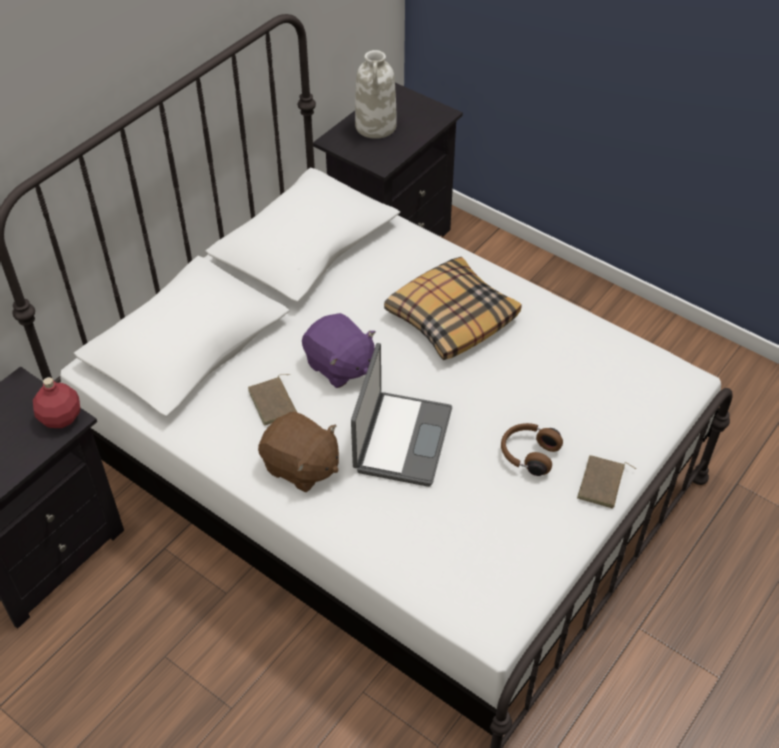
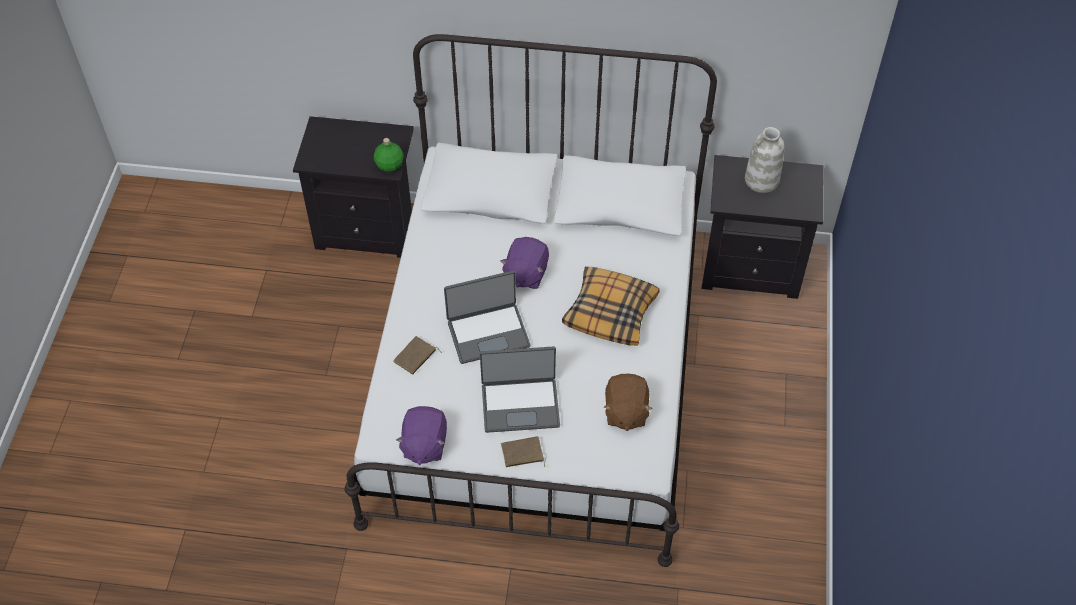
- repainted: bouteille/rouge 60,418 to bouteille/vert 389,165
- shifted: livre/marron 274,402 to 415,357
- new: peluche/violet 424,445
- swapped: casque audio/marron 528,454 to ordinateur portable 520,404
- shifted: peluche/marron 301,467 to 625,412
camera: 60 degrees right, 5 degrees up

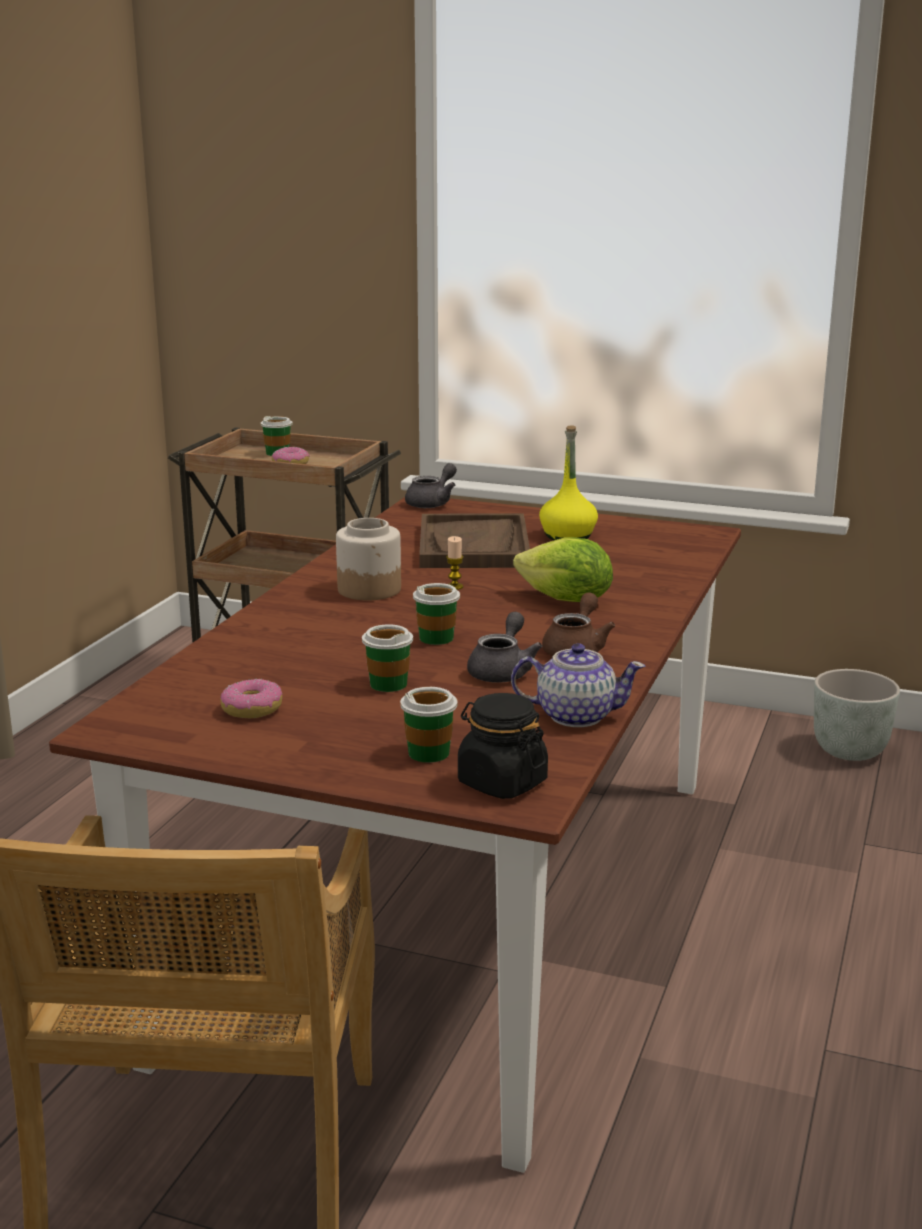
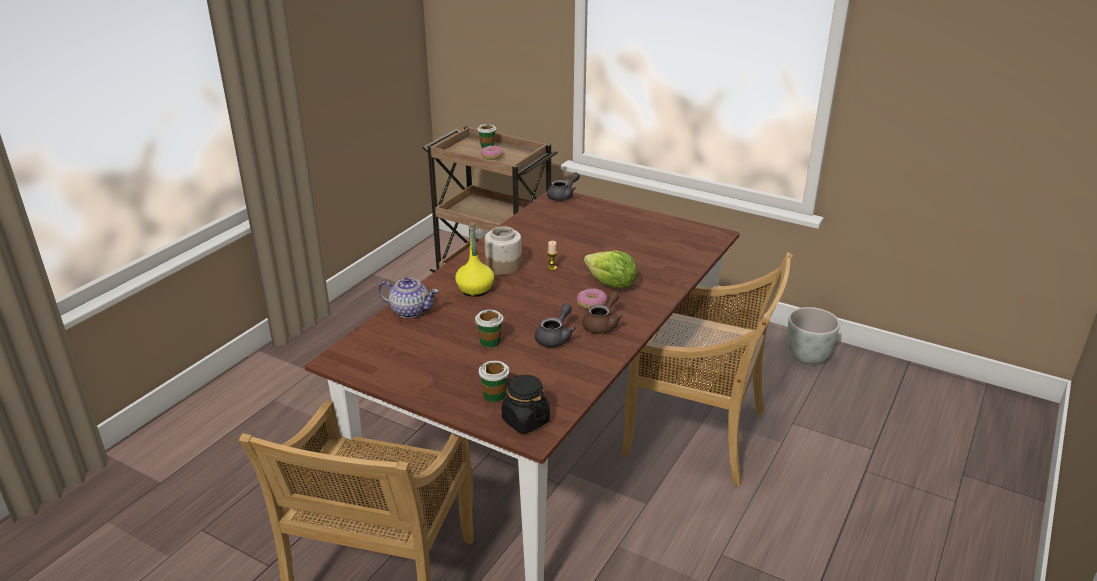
- shifted: théière 575,715 to 409,311
- shifted: bouteille/jaune 568,536 to 475,289
- shifted: beignet 252,709 to 591,304
- new: chaise/beige 698,434
- gone: tasse 436,638
- gone: plateau/marron 474,546
camera: 10 degrees right, 10 degrees up

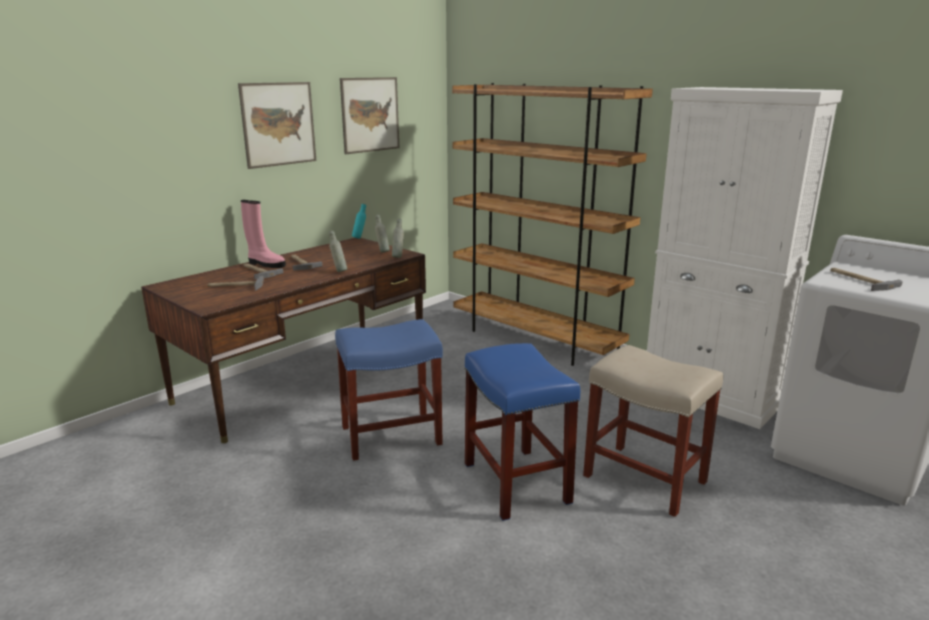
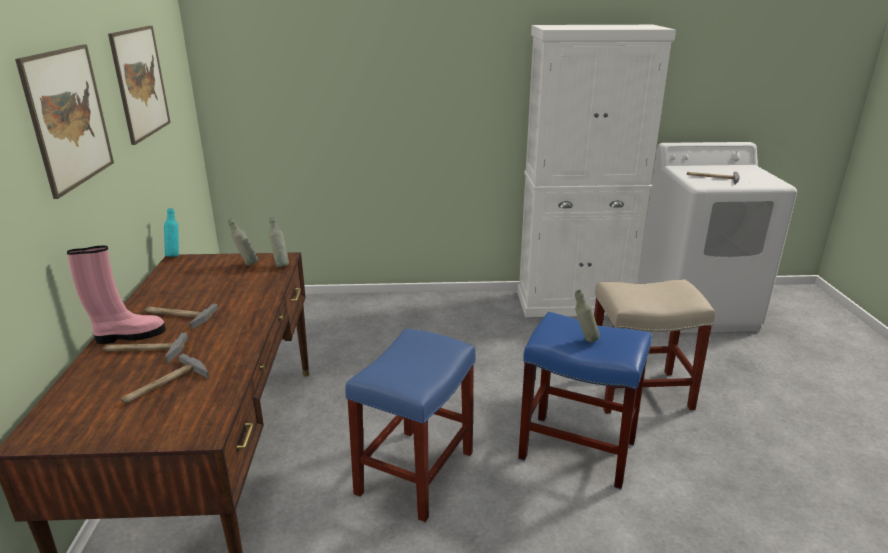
- shifted: bouteille/gris 338,271 to 584,340
- gone: bibliothèque/marron 535,340
camera: 45 degrees left, 5 degrees up

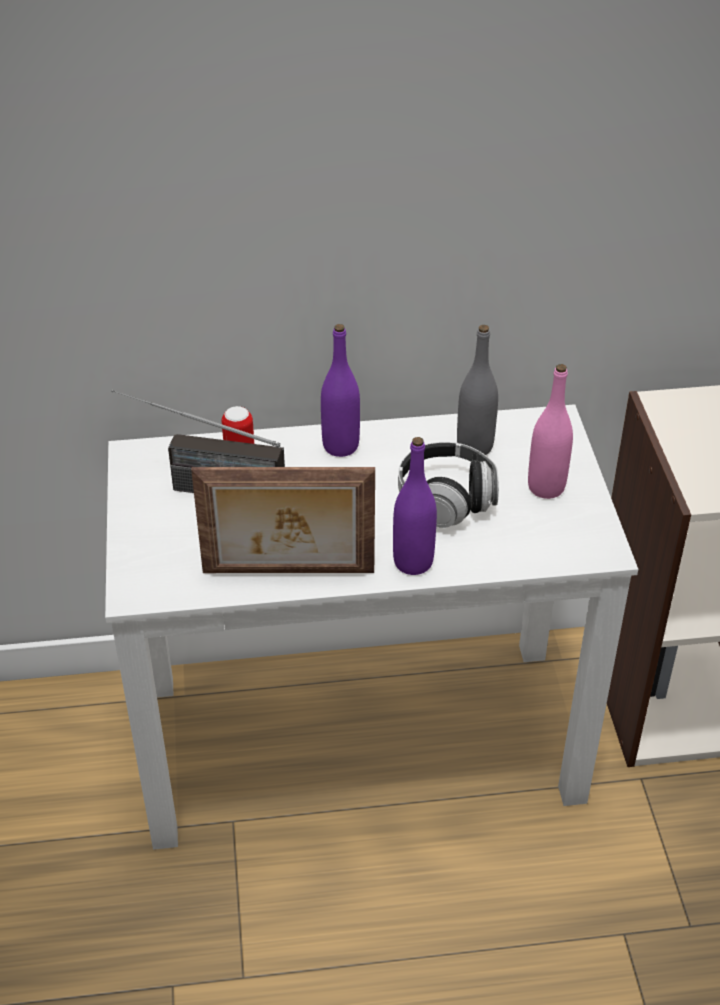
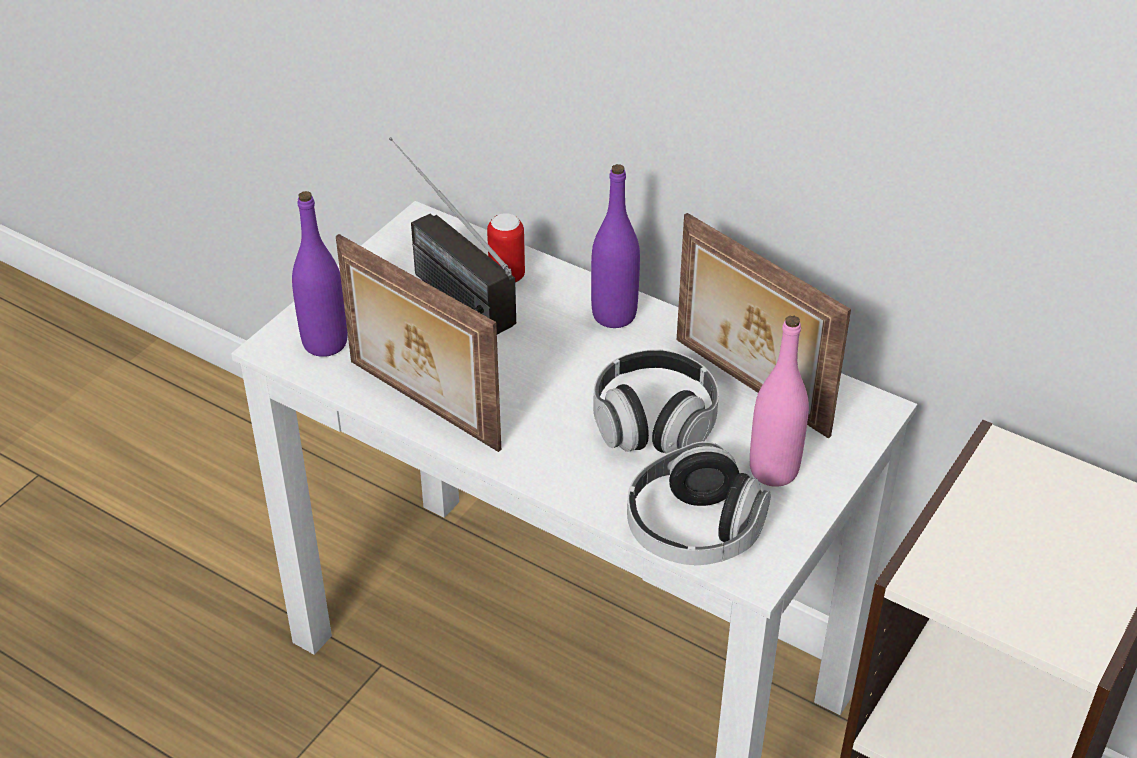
- shifted: bouteille/violet 413,562 to 325,343
- new: casque audio 693,530
- swapped: bouteille/gris 474,447 to cadre photo 748,388
camera: 40 degrees right, 0 degrees up

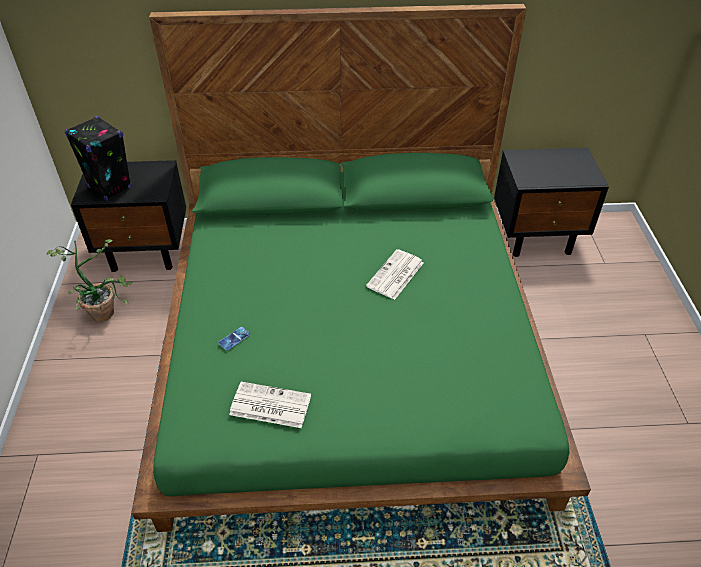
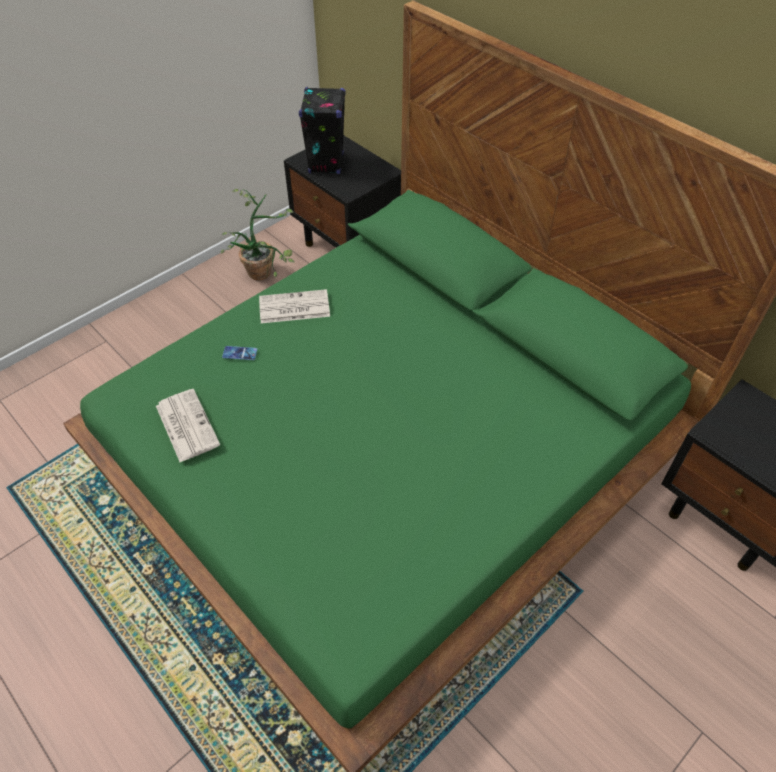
- shifted: journal 395,275 to 293,307
camera: 50 degrees right, 5 degrees up

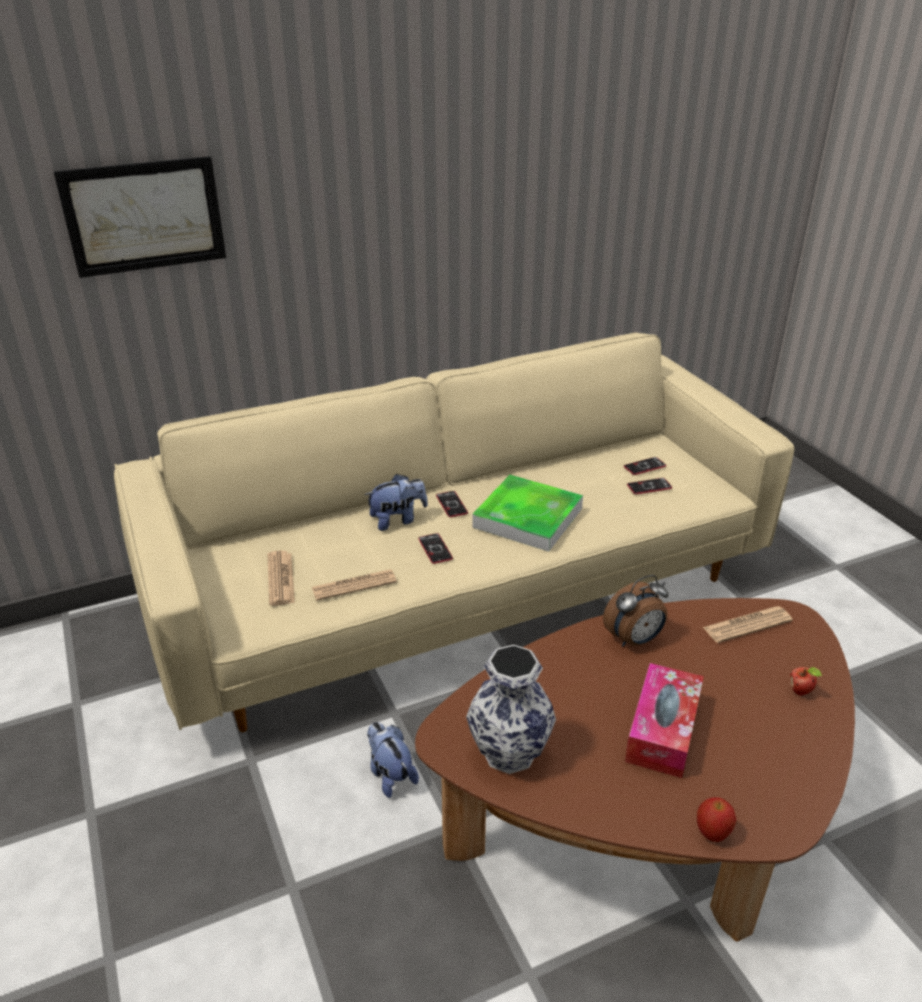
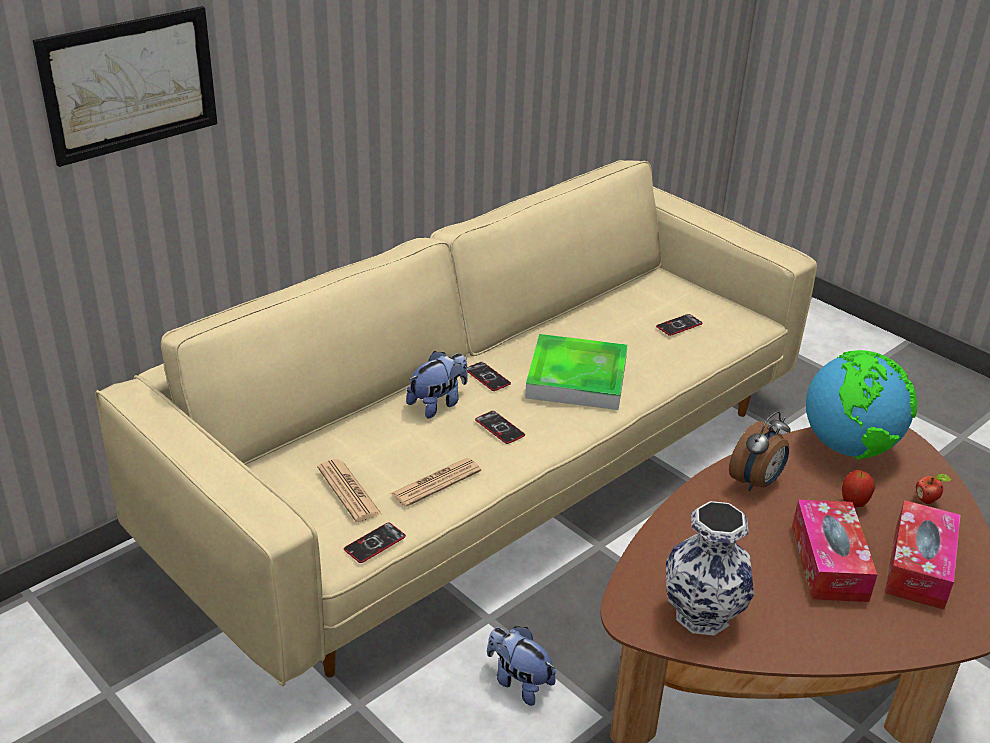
- shifted: téléphone 644,467 to 374,543
- swapped: journal 747,625 to globe 849,448
- shifted: pomme 712,834 to 853,504
- new: boîte à mouchoirs 919,566
camera: 20 degrees left, 0 degrees up

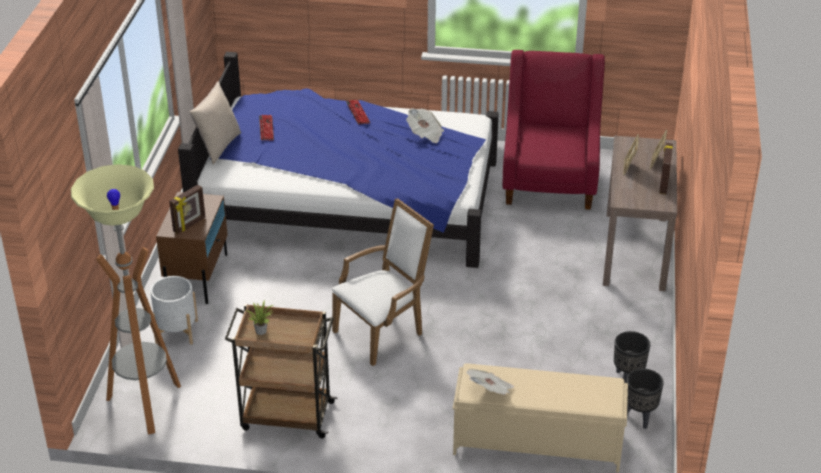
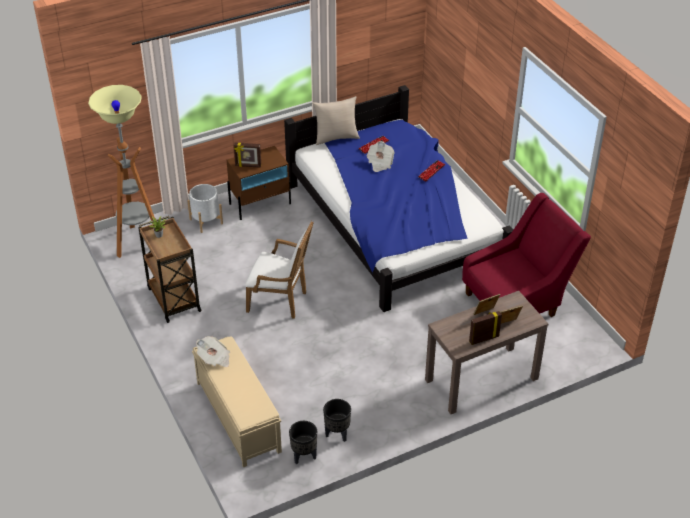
- shifted: journal 425,134 to 380,163
camera: 55 degrees right, 5 degrees up

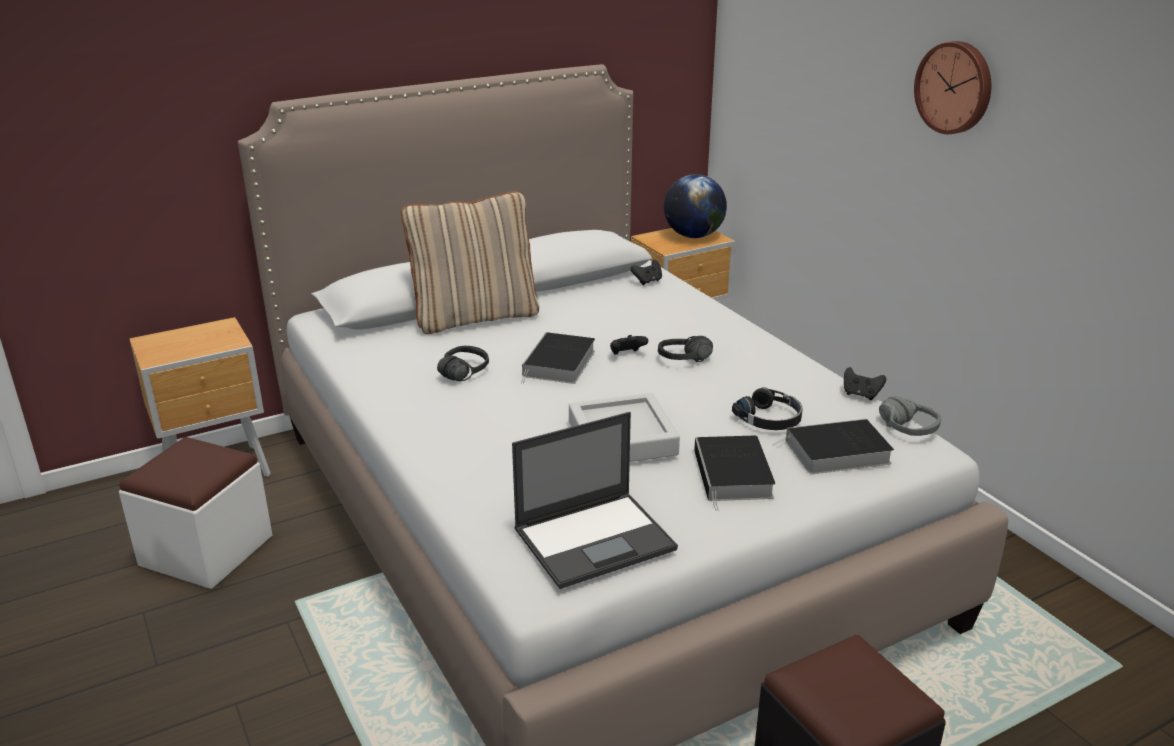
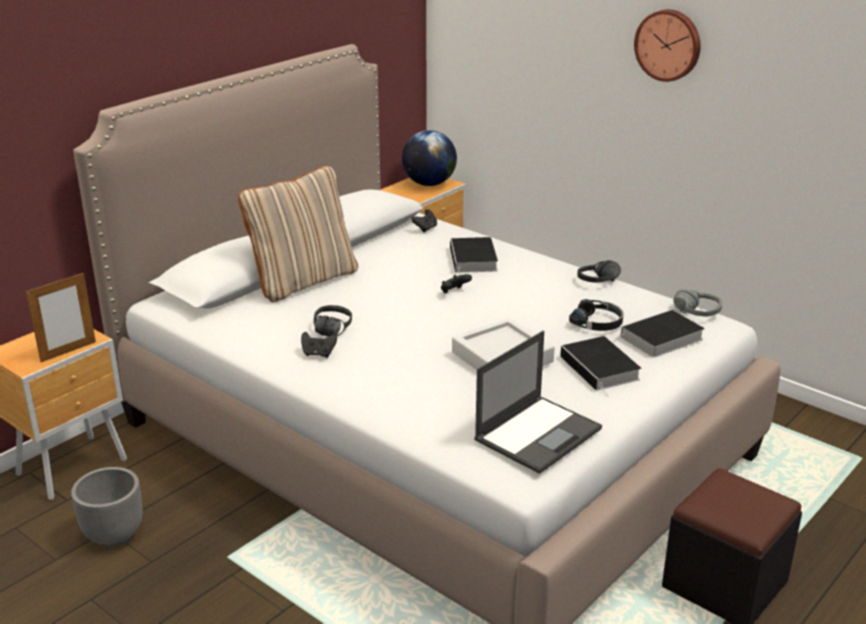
- new: cadre photo 68,352
- swapped: pouf/blanc 206,550 to cache-pot/gris 113,535
- shifted: manette/noir 861,395 to 318,354
- shifted: livre 559,364 to 474,260
- shifted: casque audio/noir 687,363 to 603,284
camera: 20 degrees left, 0 degrees up

